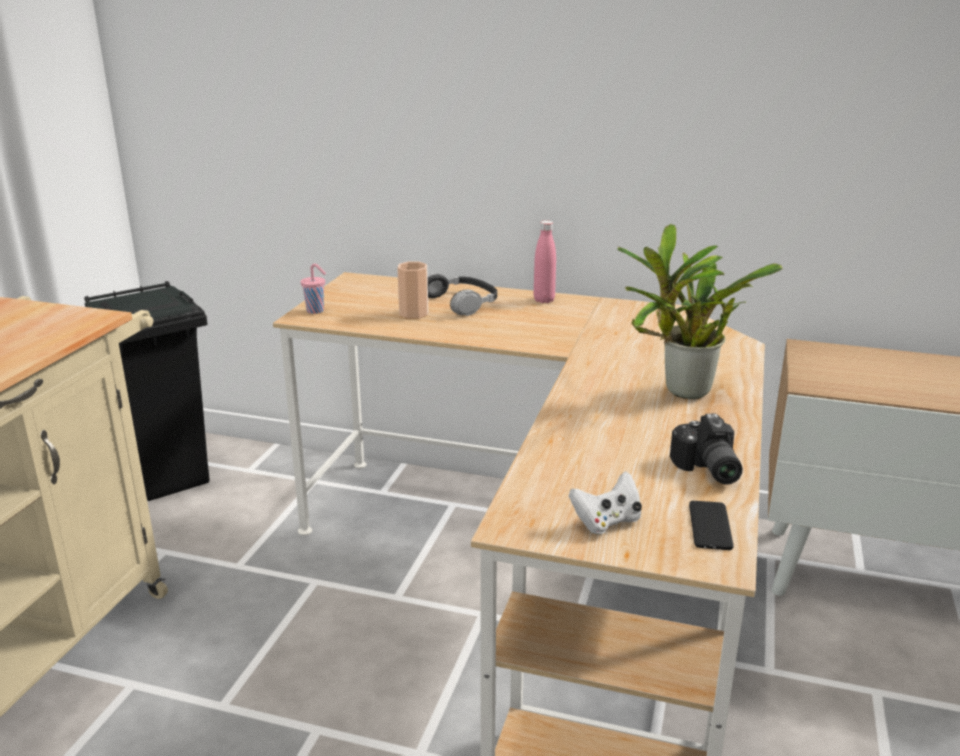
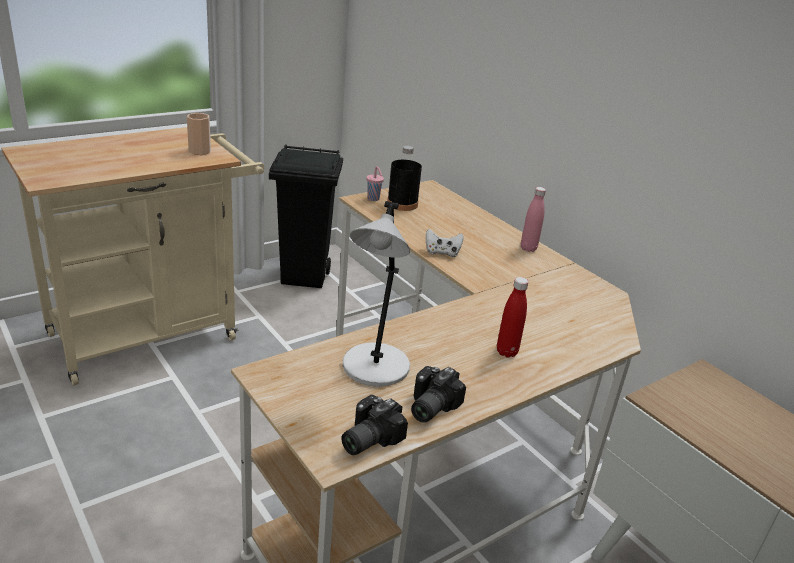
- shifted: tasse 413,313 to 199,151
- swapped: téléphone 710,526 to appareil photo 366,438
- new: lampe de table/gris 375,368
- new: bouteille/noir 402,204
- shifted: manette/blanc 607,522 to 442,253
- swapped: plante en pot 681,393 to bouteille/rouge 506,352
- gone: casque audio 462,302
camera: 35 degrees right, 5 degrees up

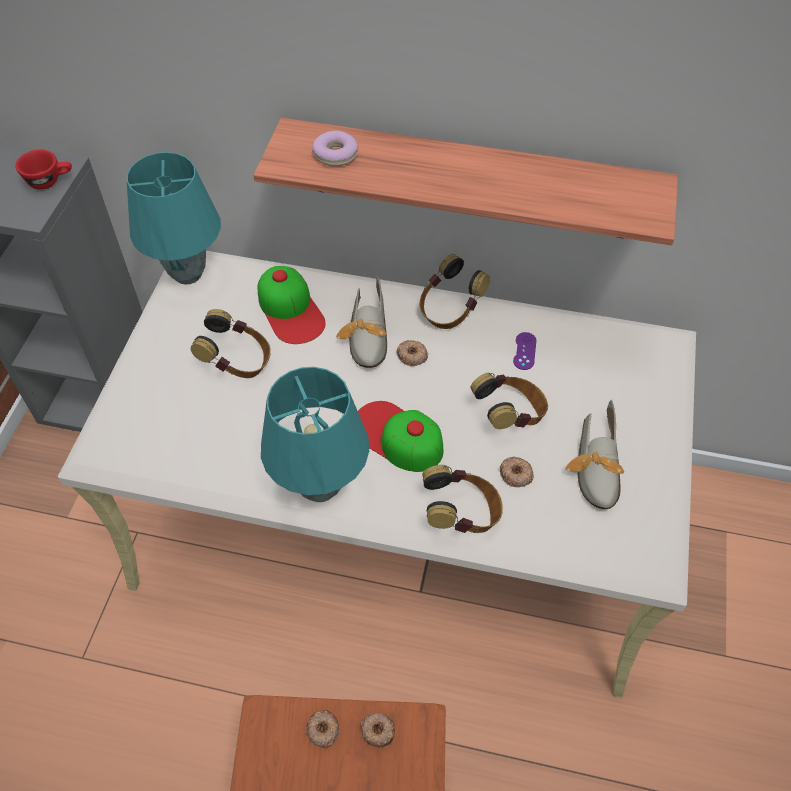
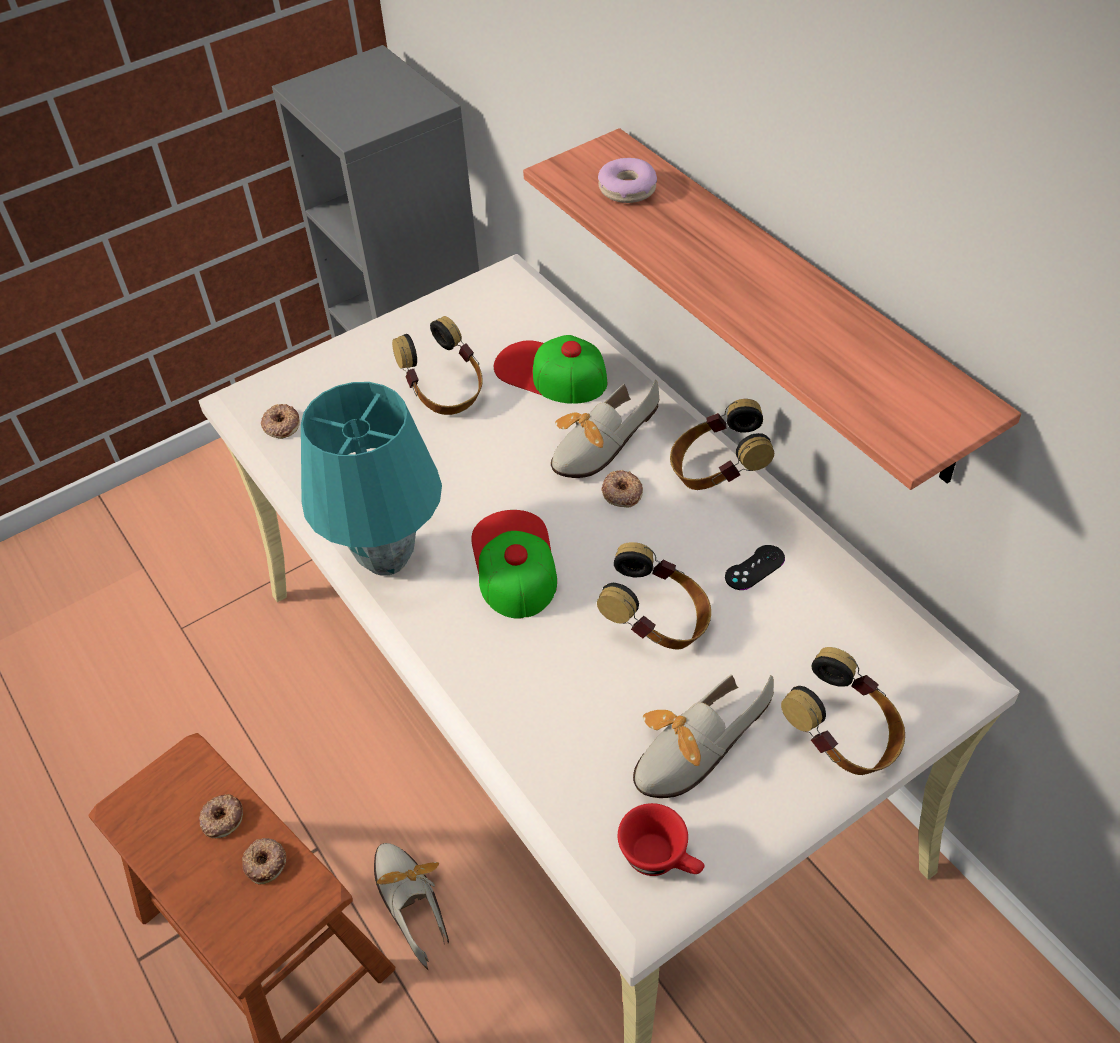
- shifted: beignet 515,474 to 281,425
- new: chaussure 409,899
- rotated: casquette 291,310 = 550,373 105 degrees clockwise
- shifted: tasse/rouge 50,181 to 661,859
- repainted: manette/violet 524,351 to manette/noir 754,568
- shifted: casque audio 462,514 to 843,739
- gone: lampe de table/turquoise 189,274
camera: 45 degrees right, 5 degrees down

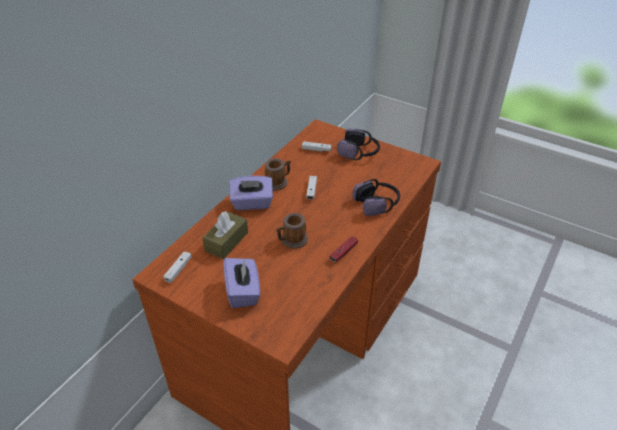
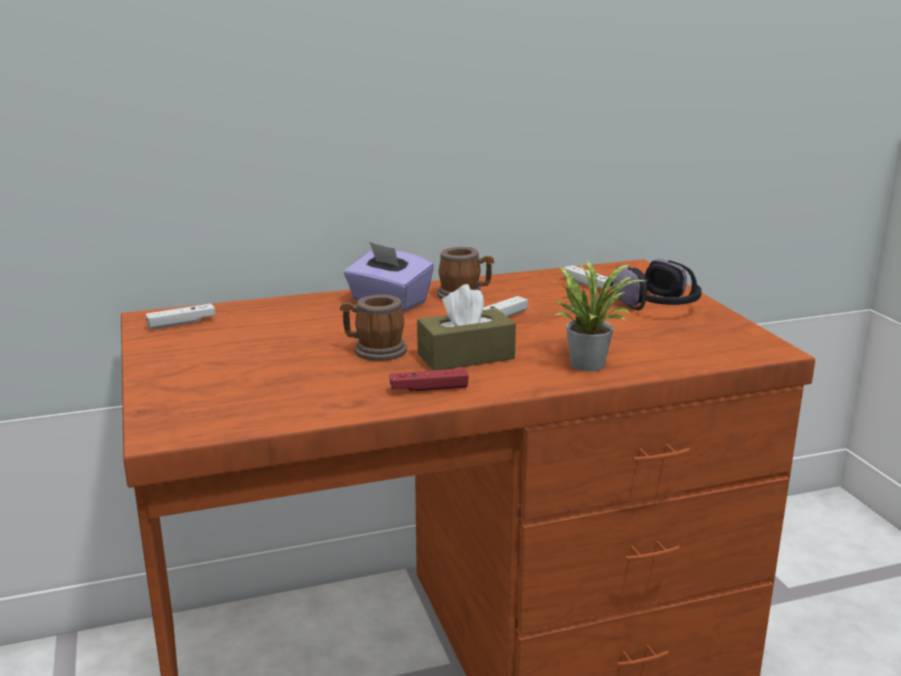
- shifted: boîte à mouchoirs/marron 226,241 to 466,356
- swapped: casque audio 377,204 to plante en pot 588,362
- gone: boîte à mouchoirs/violet 243,292
camera: 40 degrees right, 20 degrees down

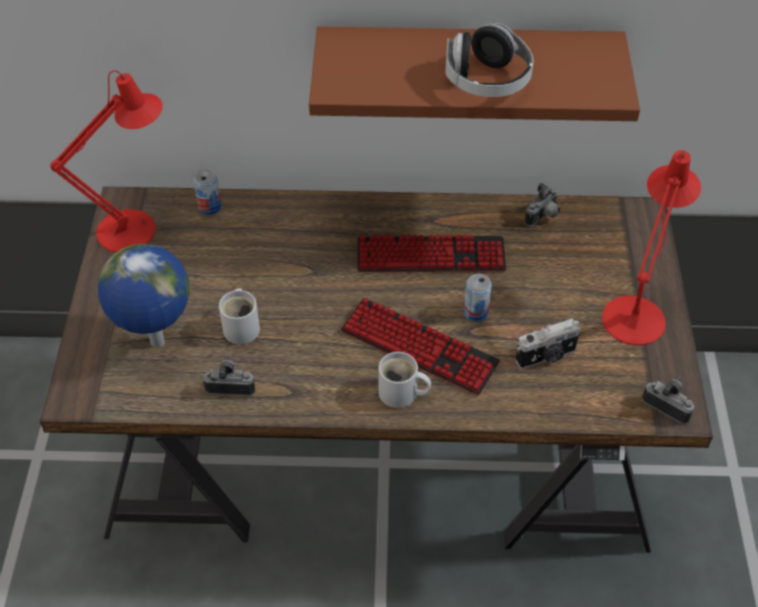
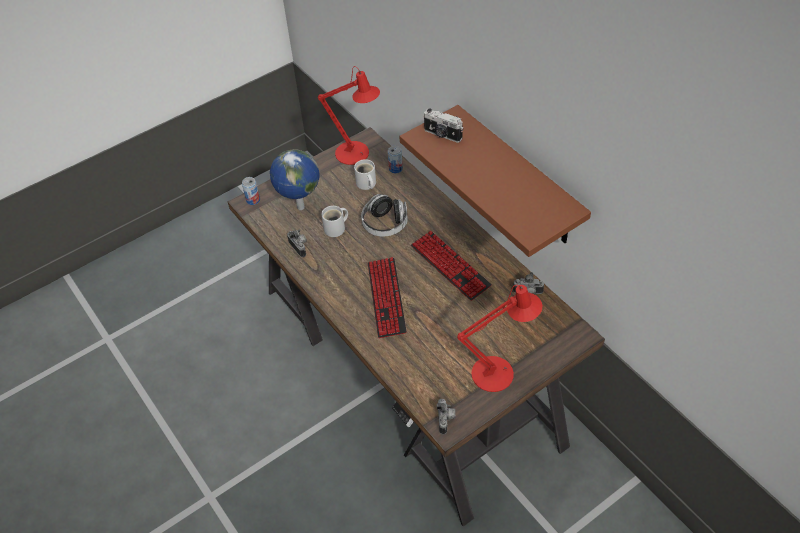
- shifted: boîte métallique 475,313 to 253,200
- shifted: mug/blanc 401,394 to 366,184
- shifted: casque audio 486,81 to 385,224
- shifted: appareil photo 546,357 to 442,135
camera: 55 degrees right, 0 degrees up

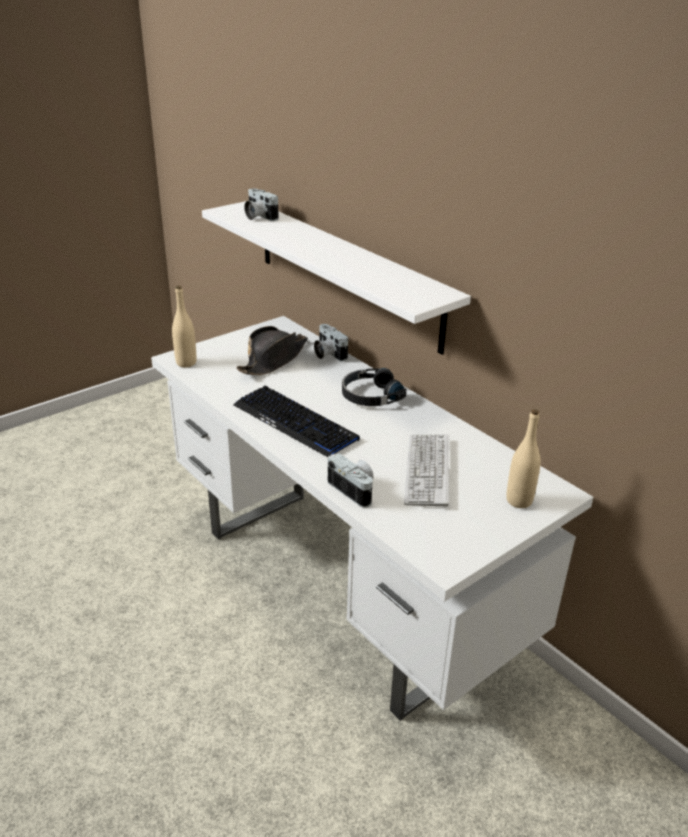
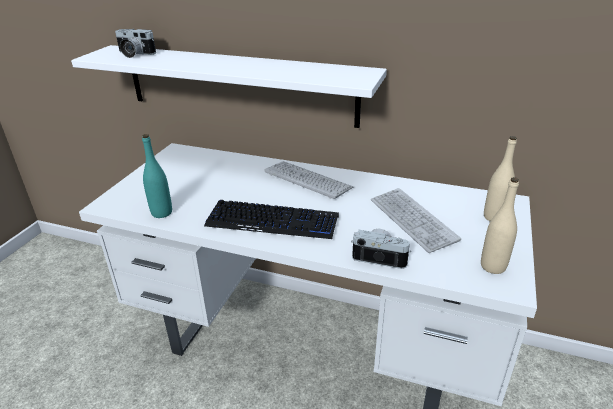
- new: bouteille/turquoise 161,213
- swapped: casque audio/noir 370,396 to clavier 307,180
- shifted: bouteille/beige 186,363 to 493,266
- gone: chapeau/noir 273,360
- gone: appareil photo 327,353
camera: 30 degrees left, 0 degrees up

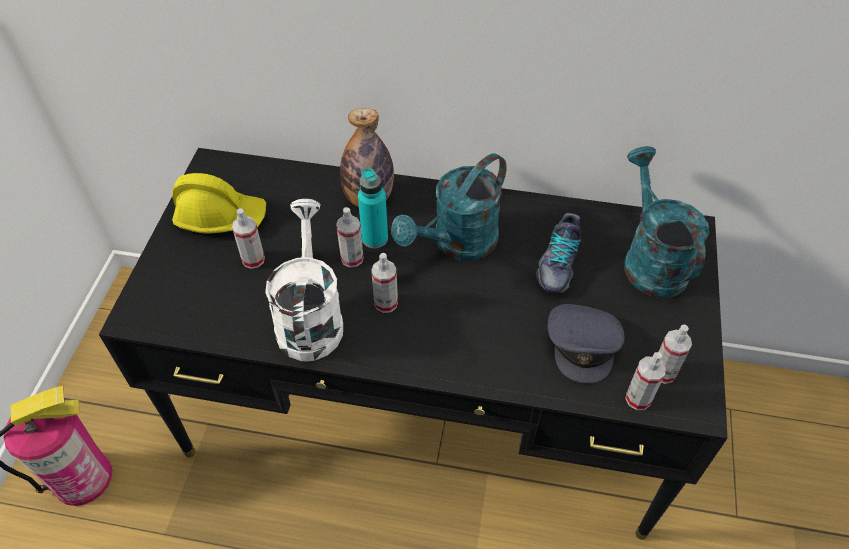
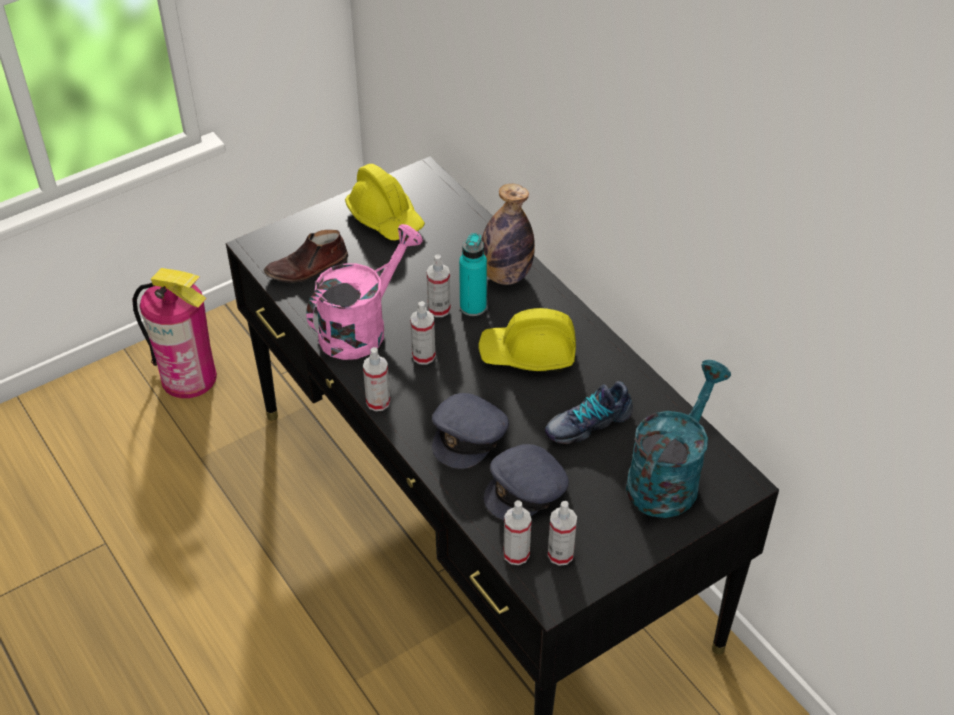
- new: chaussure/marron 307,268
- repainted: arrosoir/blanc 309,317 to arrosoir/rose 361,327
- shifted: vaporisateur 253,259 to 378,402
- new: casquette/gris 469,435
- swapped: arrosoir/turquoise 457,244 to casque de chantier/jaune 528,354
camera: 45 degrees right, 5 degrees down

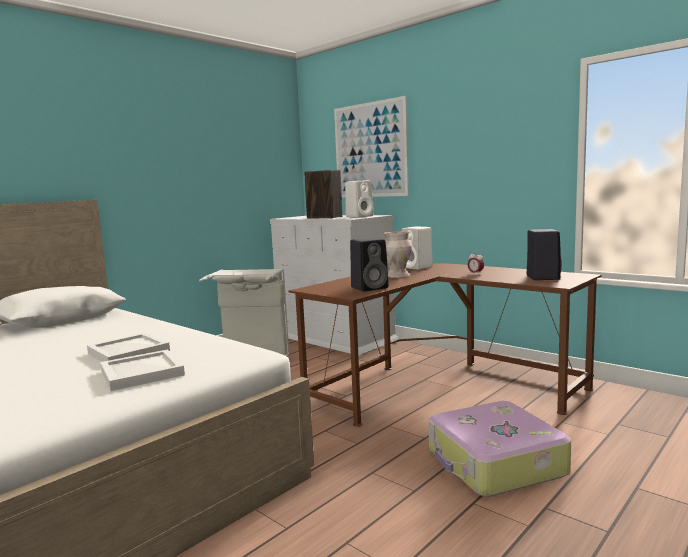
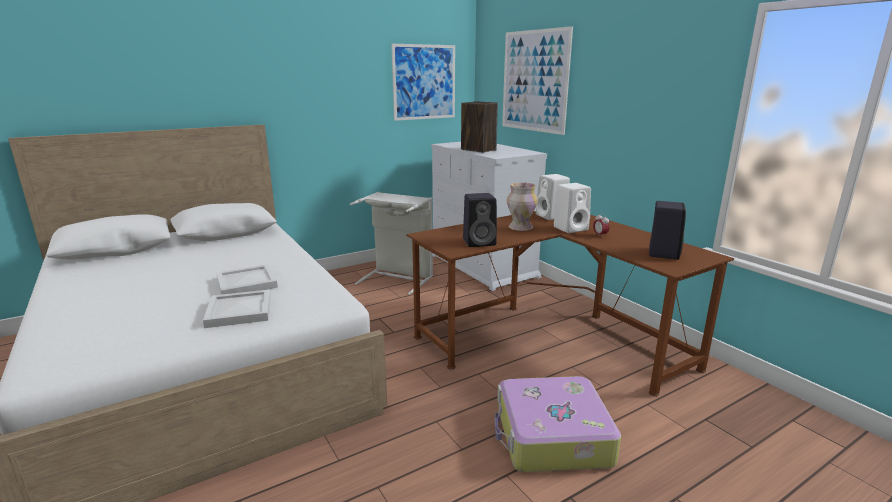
- new: tableau 424,82
- shifted: enceinte/blanc 360,216 to 571,228
camera: 15 degrees right, 10 degrees up

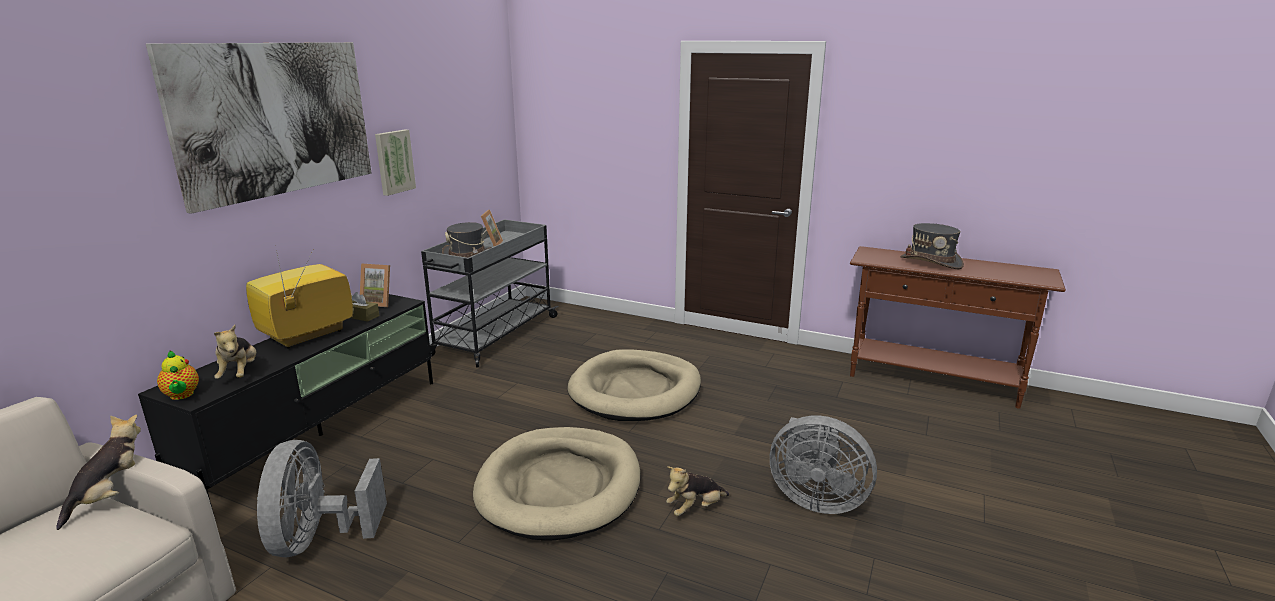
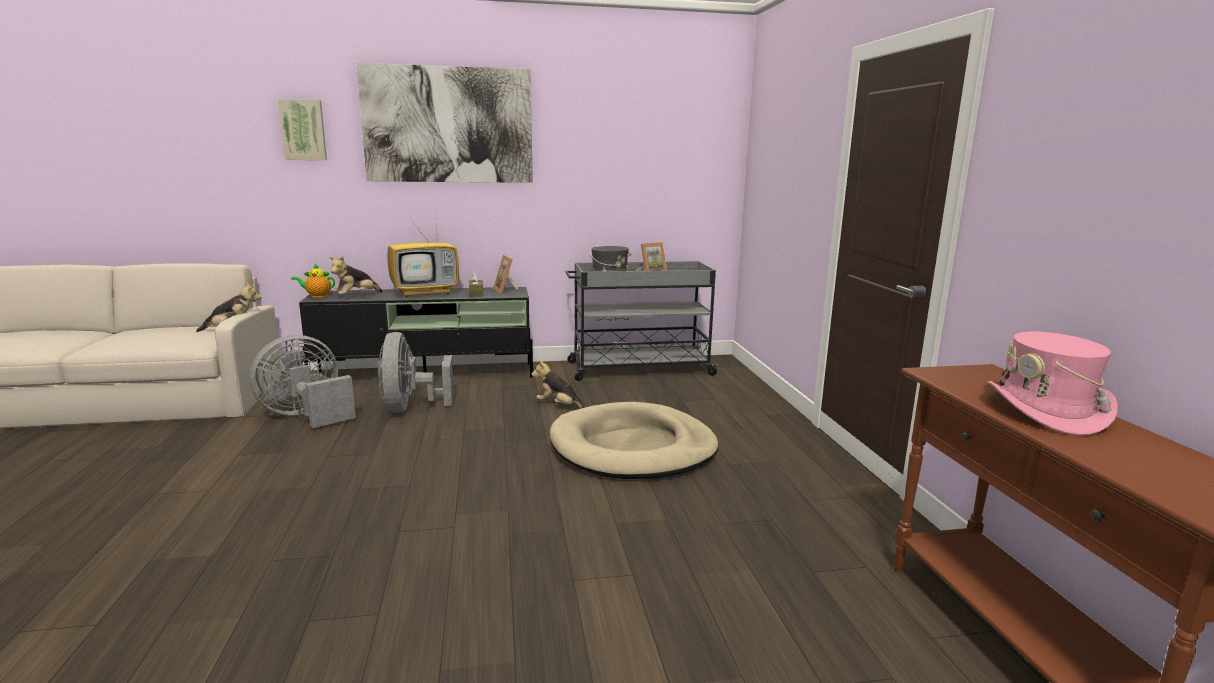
- shifted: tableau 394,162 to 303,130
- rotated: théière 182,395 = 317,296 60 degrees clockwise
- shifted: ventilateur/gris 815,499 to 410,407
- rotated: téléviseur 306,336 = 426,293 150 degrees clockwise
- shifted: peluche 695,508 to 559,406
- repainted: chapeau/gris 931,262 to chapeau/rose 1046,411
- gone: panier pour chien/beige 559,486
camera: 55 degrees right, 5 degrees down

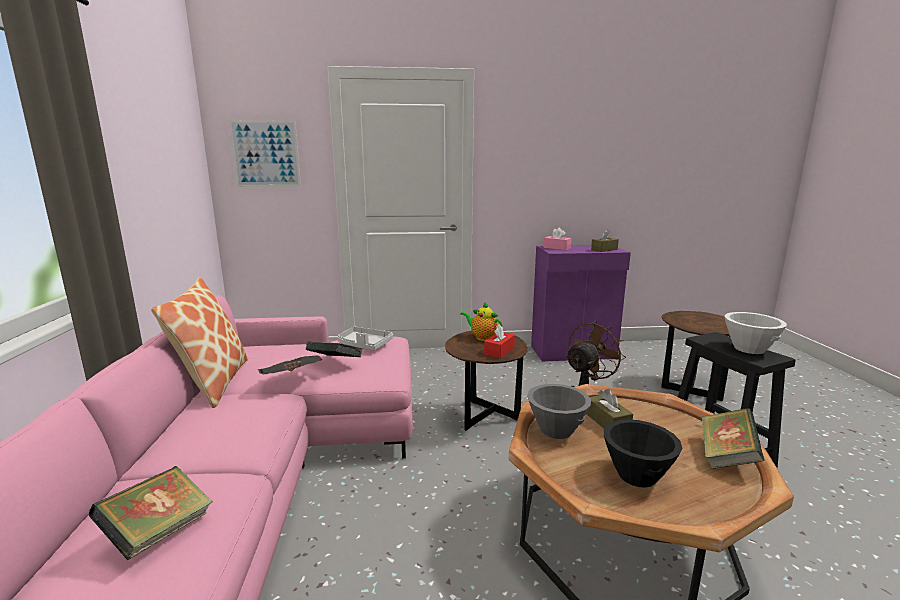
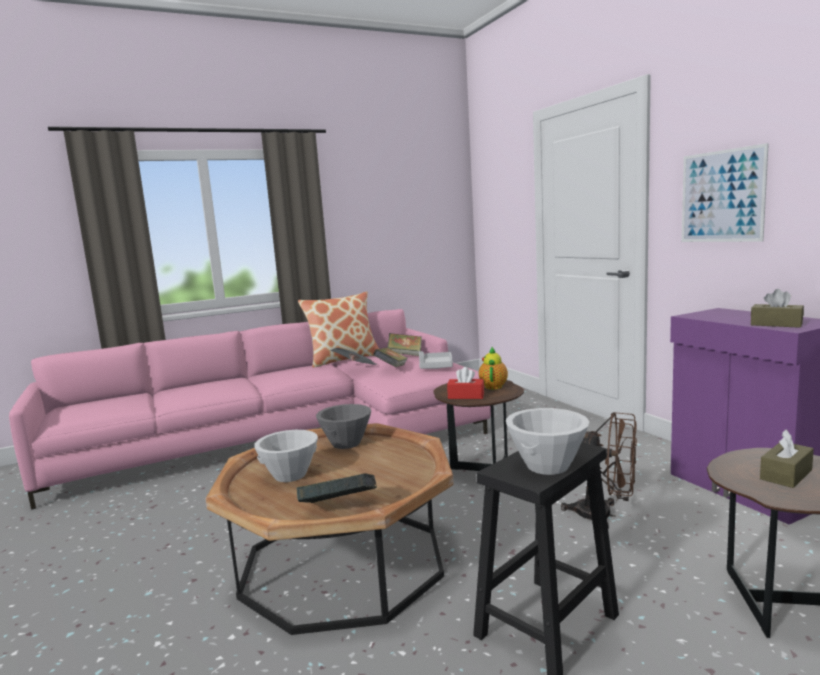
- repainted: bol/noir 636,476 to bol/blanc 289,475
- shifted: livre 159,532 to 405,355
- shifted: tableau 265,154 to 721,196
- shifted: boîte à mouchoirs/marron 607,422 to 786,474
- gone: boîte à mouchoirs/rose 557,248
camera: 70 degrees right, 5 degrees down

